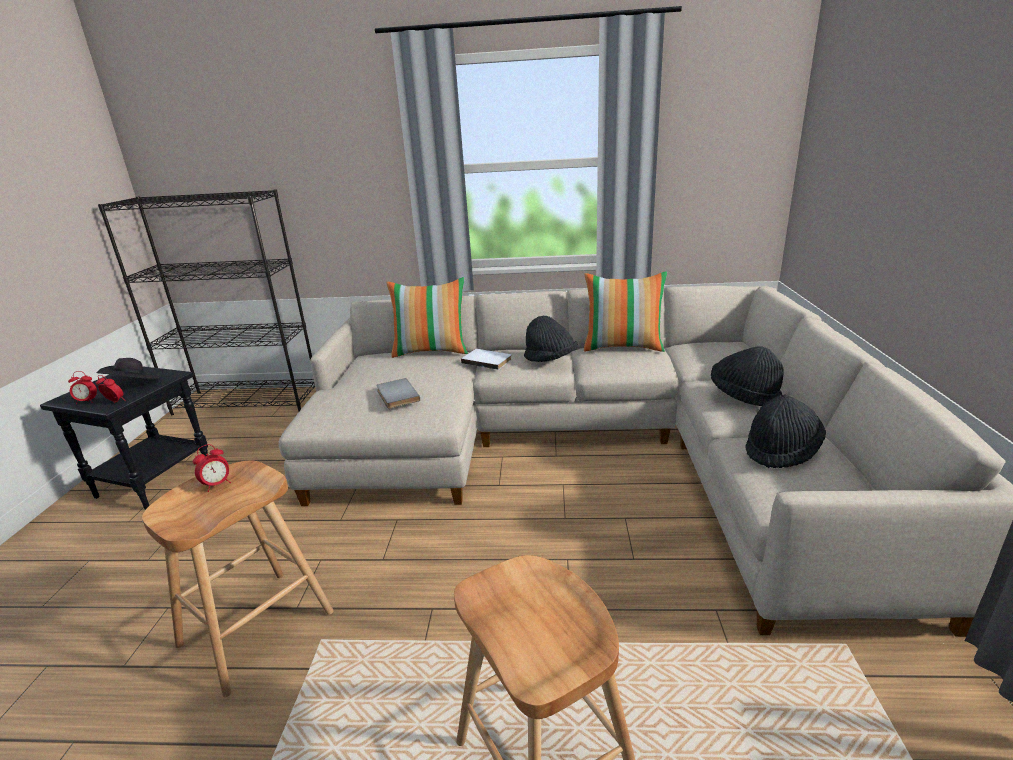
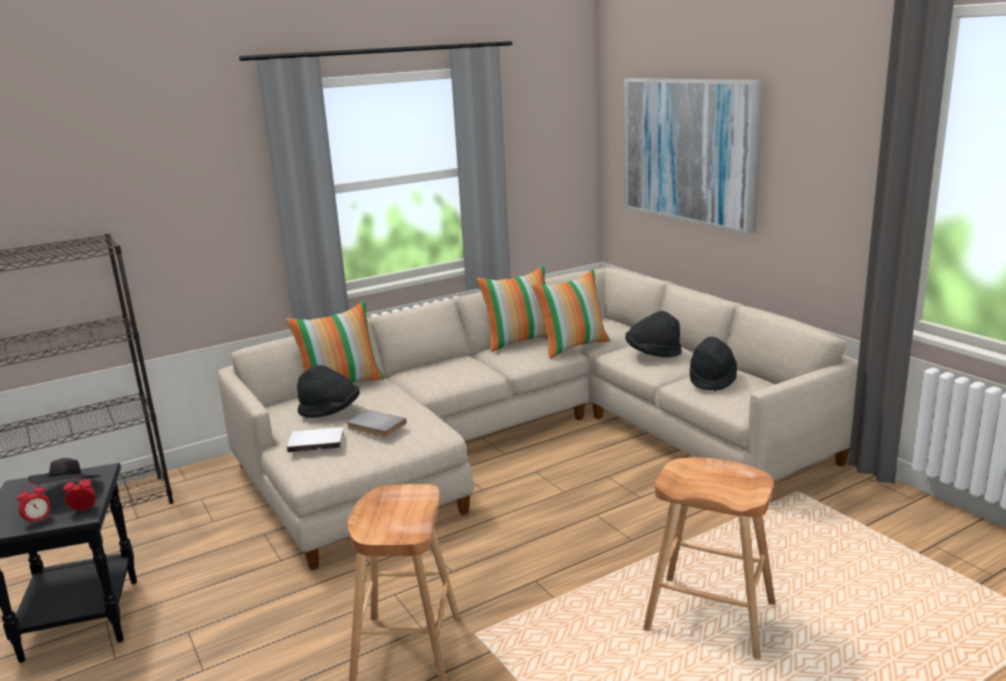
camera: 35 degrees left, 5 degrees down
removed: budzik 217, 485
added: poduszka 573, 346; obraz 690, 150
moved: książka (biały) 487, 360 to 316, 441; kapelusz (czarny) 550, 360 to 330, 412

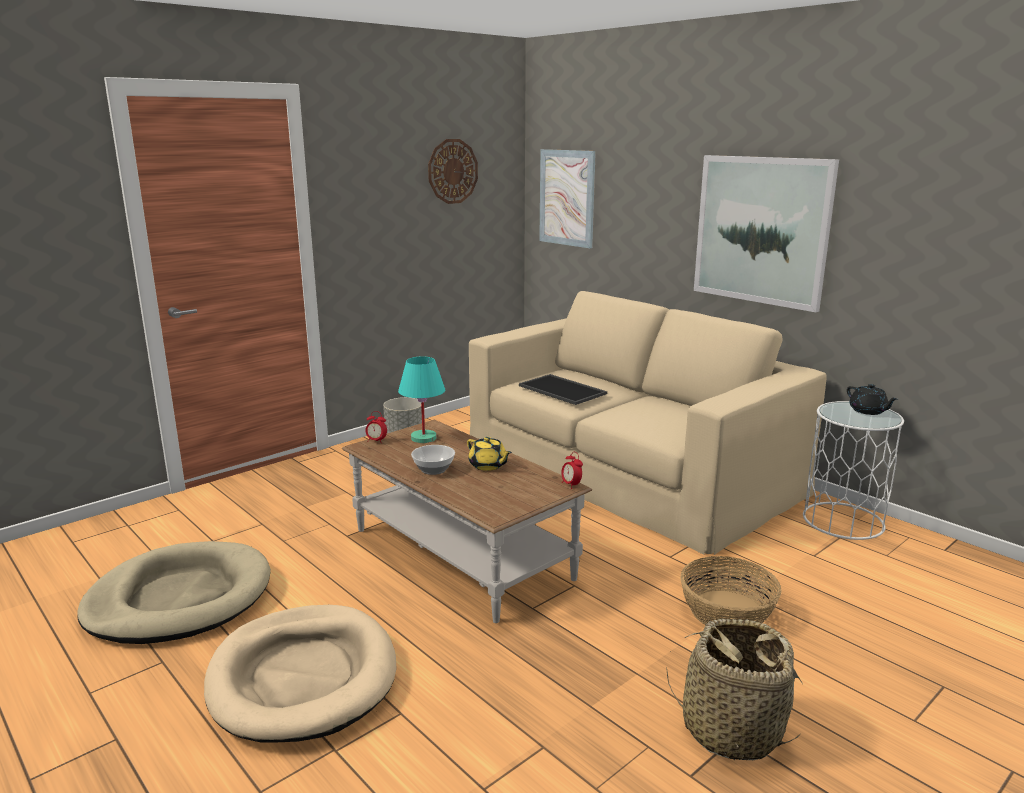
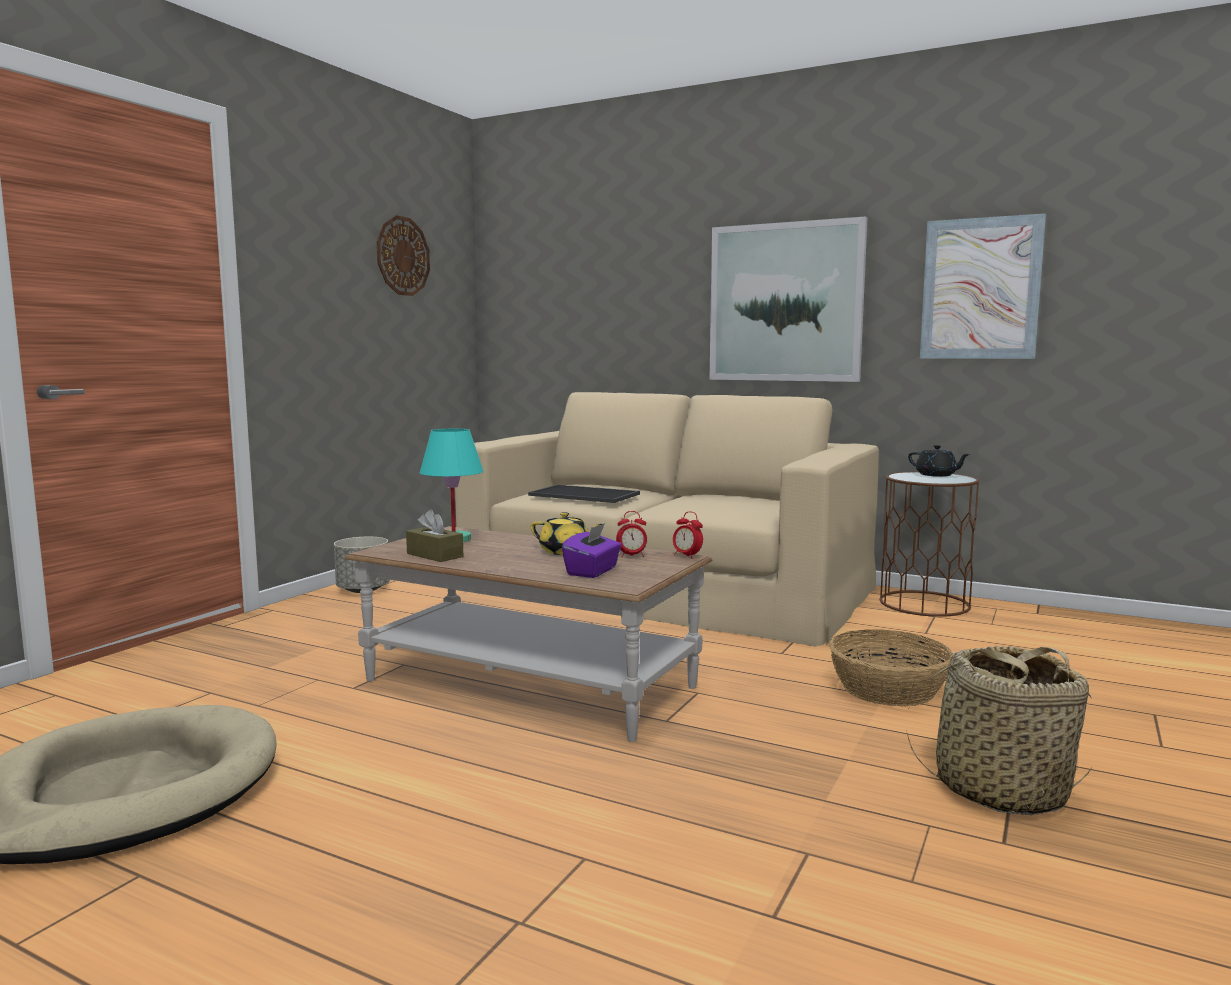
camera: 20 degrees left, 10 degrees down
removed: legowisko (beżowy) 303, 677; miska 433, 470
added: pudełko chusteczek (brązowy) 435, 555; pudełko chusteczek (fioletowy) 592, 571
moved: budzik 376, 441 to 632, 556; obraz 567, 198 to 980, 289
recoloured: stolik (biały) 843, 521 to stolik (brązowy) 924, 603

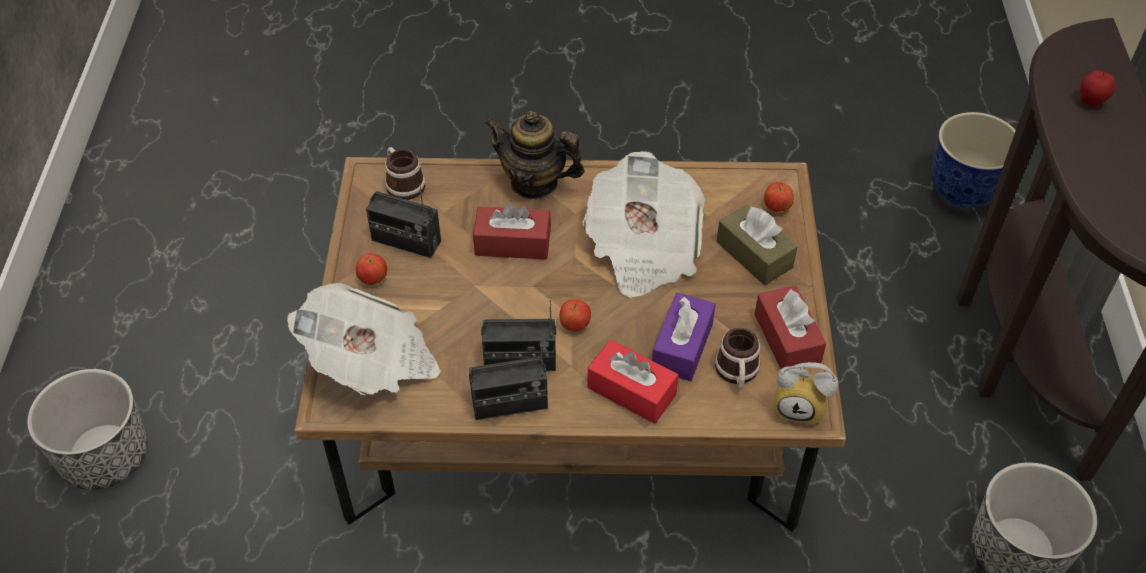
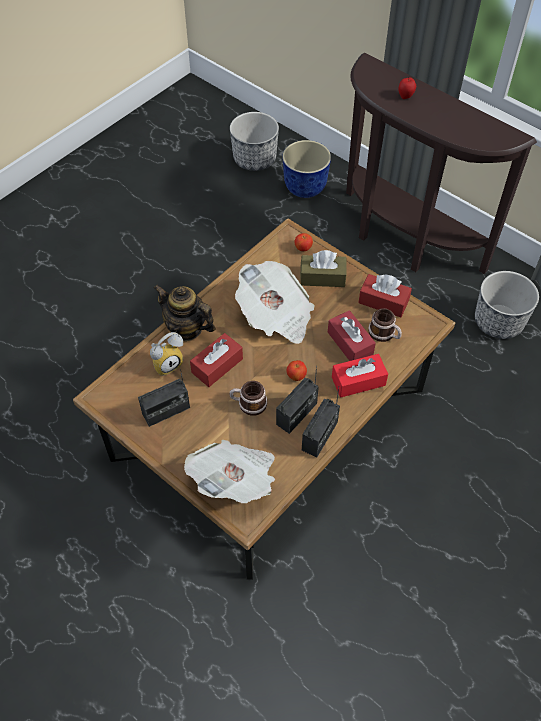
camera: 50 degrees left, 5 degrees up
removed: jabłko 373, 279
moved: budzik 800, 407 to 167, 363; donica 105, 456 to 255, 159; kubek 403, 183 to 248, 403
recoloured: pudełko chusteczek (fioletowy) 682, 346 to pudełko chusteczek (czerwony) 350, 343
turned: imbryk 534, 183 = 186, 328 60 degrees clockwise

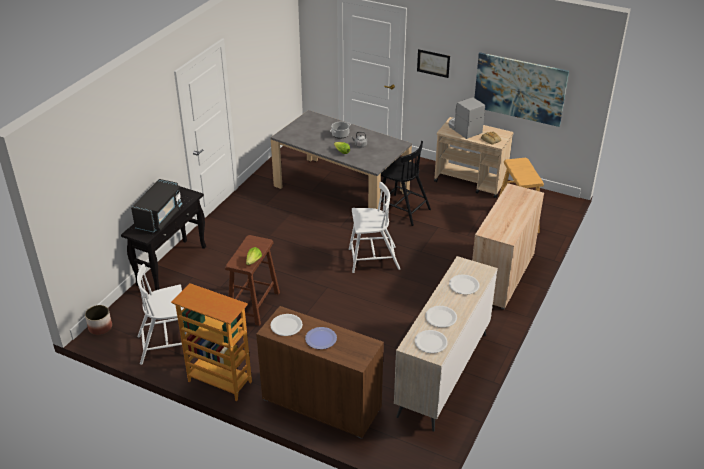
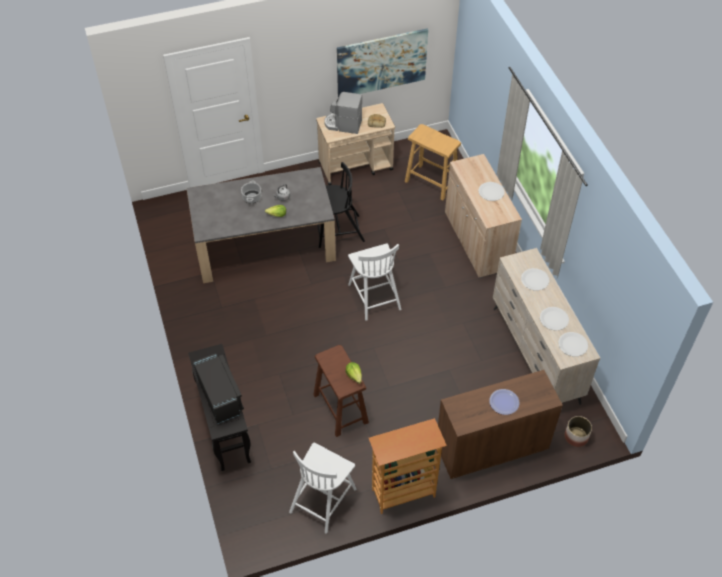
camera: 45 degrees left, 15 degrees up
removed: obraz 433, 63
moved: talerz (biały) 286, 325 to 491, 192; donica 100, 327 to 576, 437
turned: krzesło (biały) 372, 259 = 374, 296 120 degrees clockwise

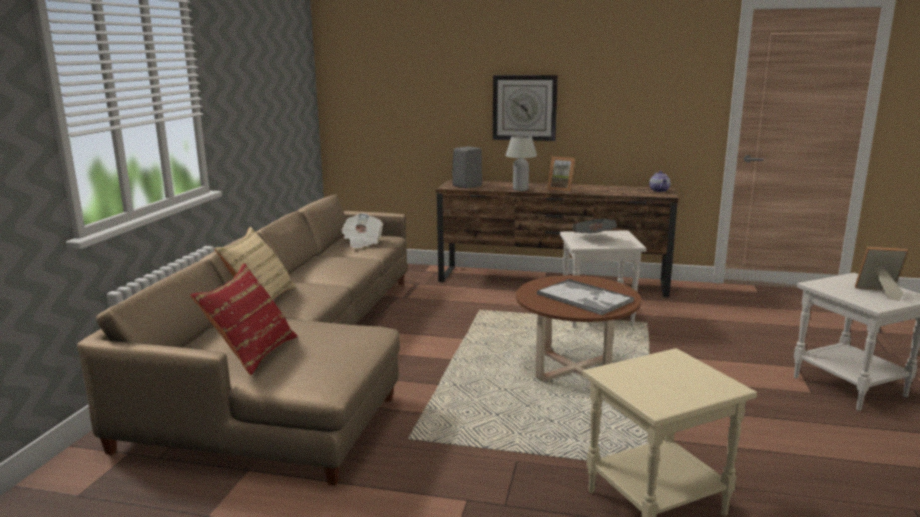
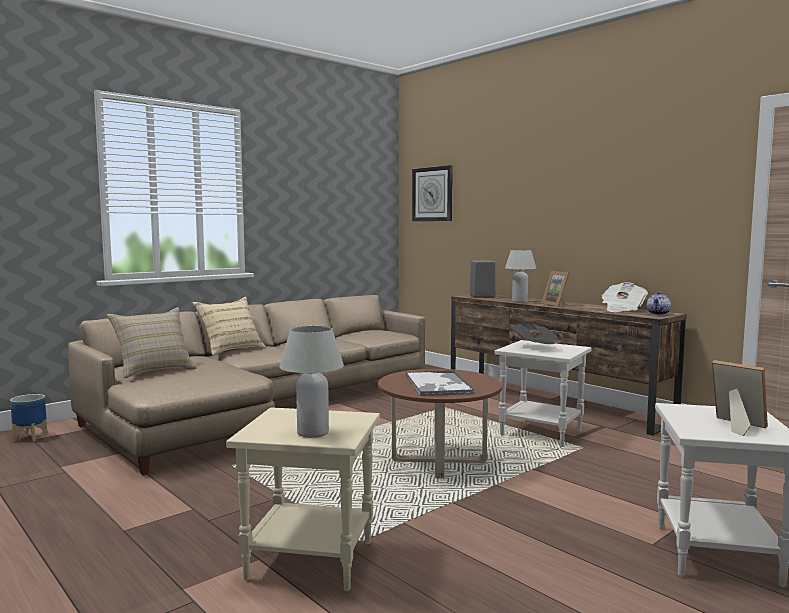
camera: 35 degrees right, 10 degrees down
added: donica 30, 437; lampa stołowa (biały) 313, 433
moved: zegar ścienny 524, 107 to 432, 194; gazeta 362, 242 to 622, 309
recoloured: poduszka (czerwony) 252, 353 to poduszka (beżowy) 154, 370

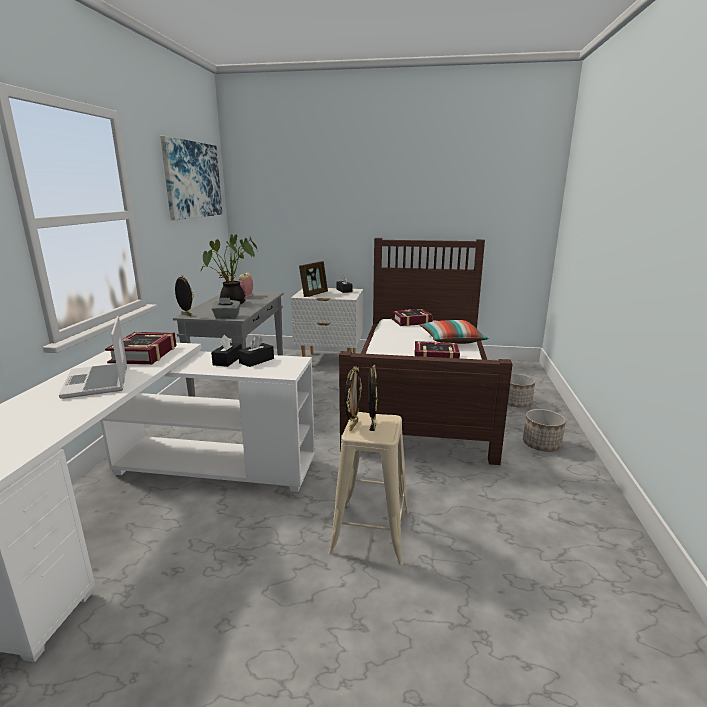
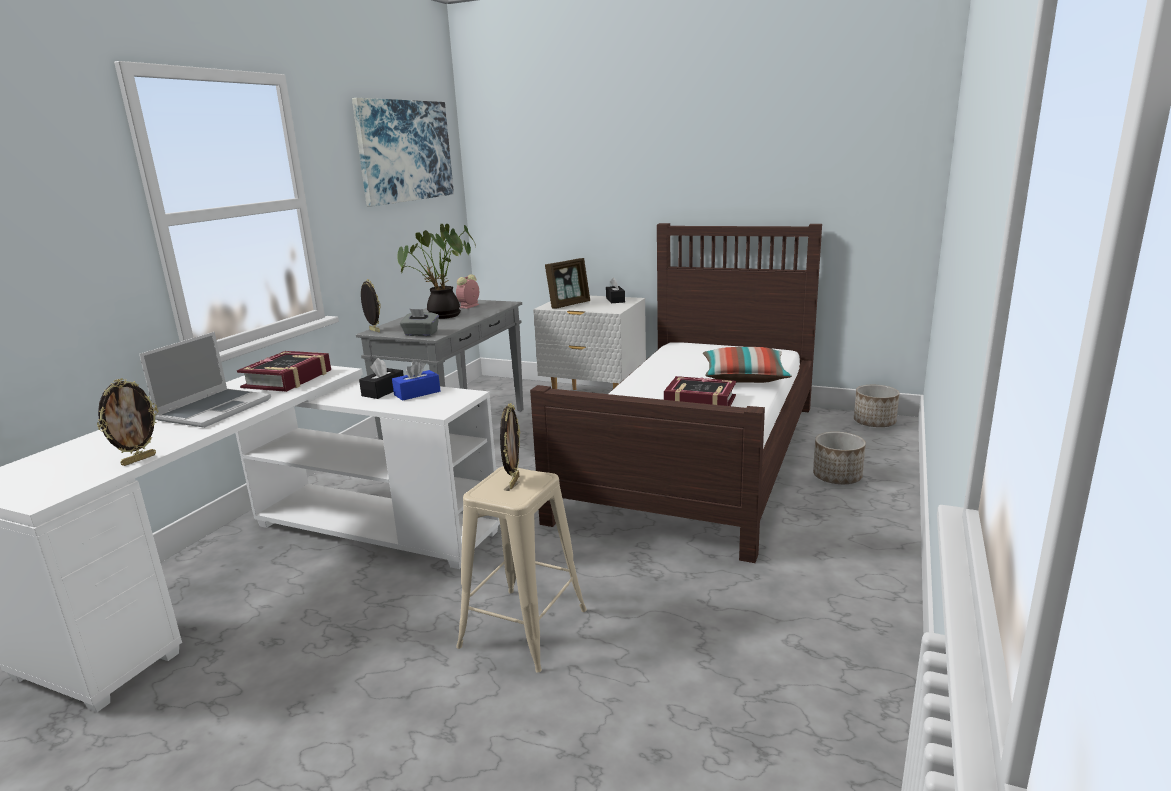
camera: 15 degrees right, 0 degrees up
removed: książka 411, 321
moved: ramka na zdjęcie 353, 425 to 138, 459; donica 541, 444 to 874, 422
recoloured: pudełko chusteczek (czarny) 256, 361 to pudełko chusteczek (niebieski) 417, 393
turned: laptop 98, 382 = 215, 409 150 degrees counterclockwise

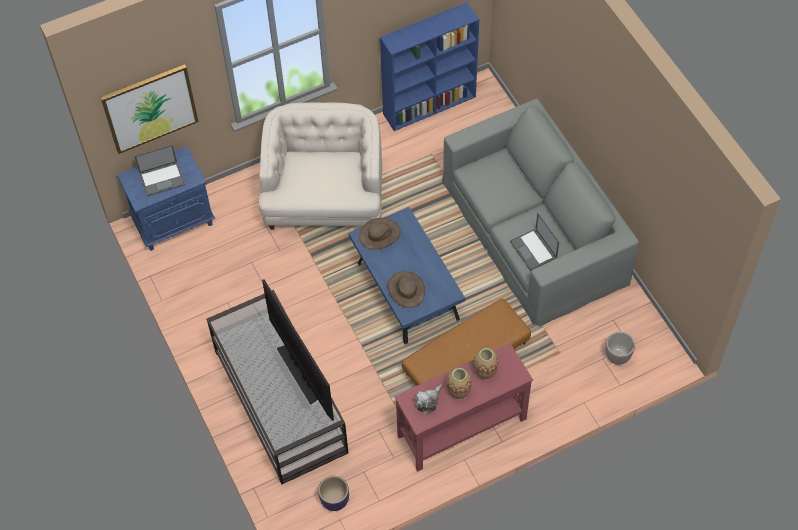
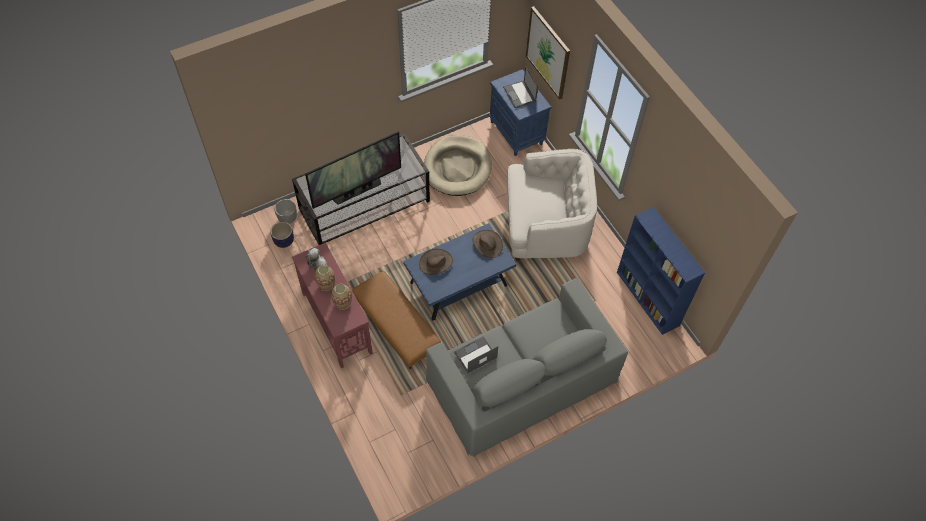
camera: 85 degrees right, 0 degrees up
added: legowisko (beżowy) 457, 168
moved: donica 617, 357 to 287, 218

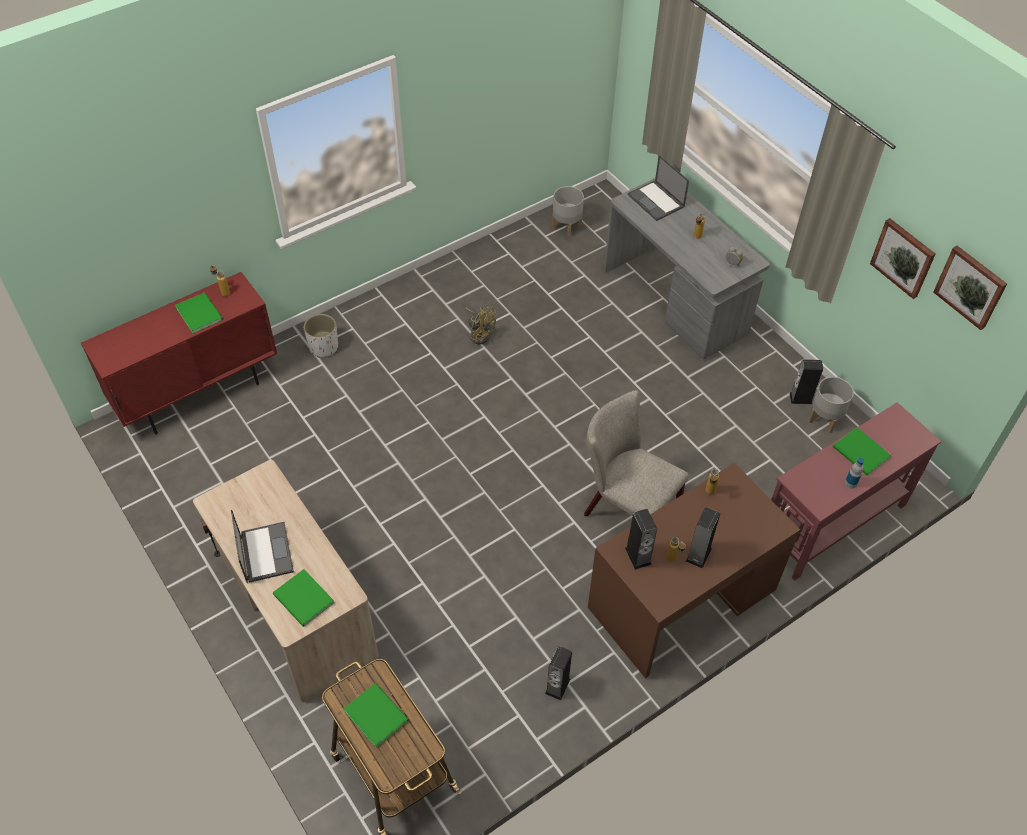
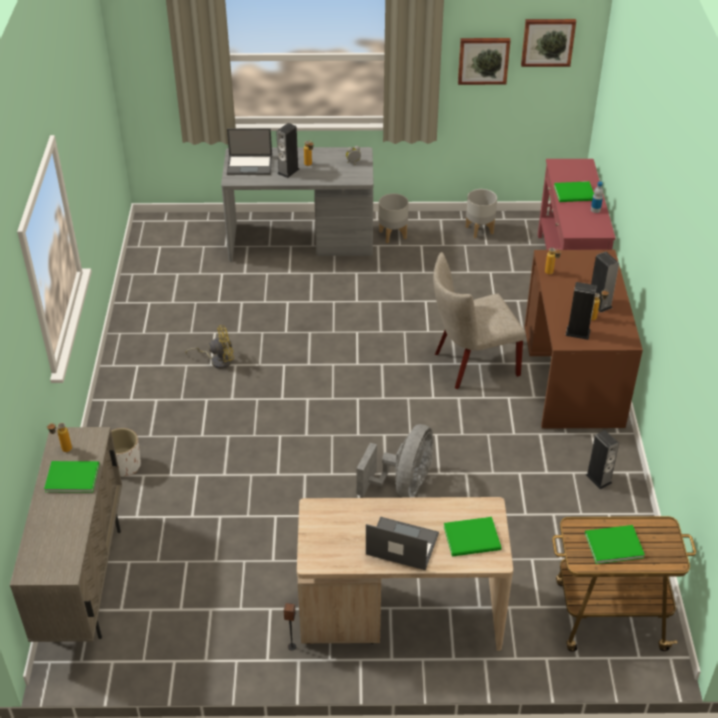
camera: 55 degrees left, 10 degrees down
added: wentylator (szary) 403, 485
moved: głośnik 800, 398 to 288, 171; donica (szary) 566, 227 to 392, 234
recoloured: szafka (czerwony) 198, 394 to szafka (beżowy) 84, 582

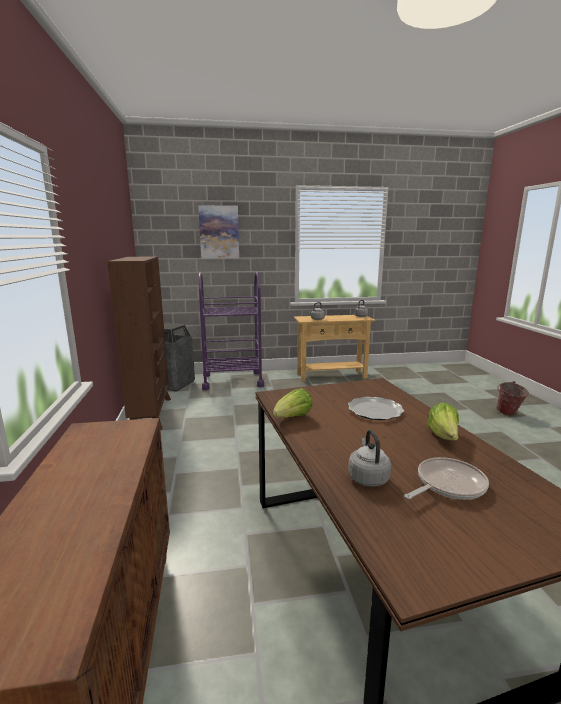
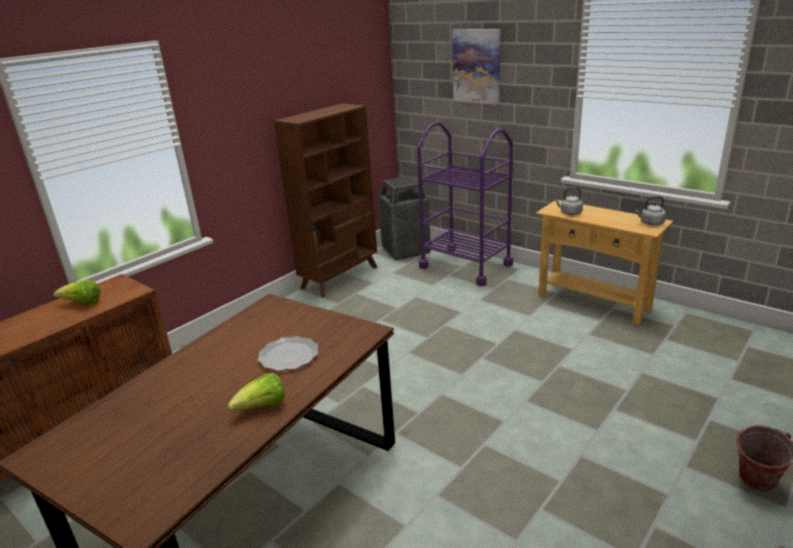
camera: 50 degrees right, 10 degrees up
removed: czajnik (szary) 367, 477; patelnia 447, 484
moved: sałata 292, 418 to 83, 304

